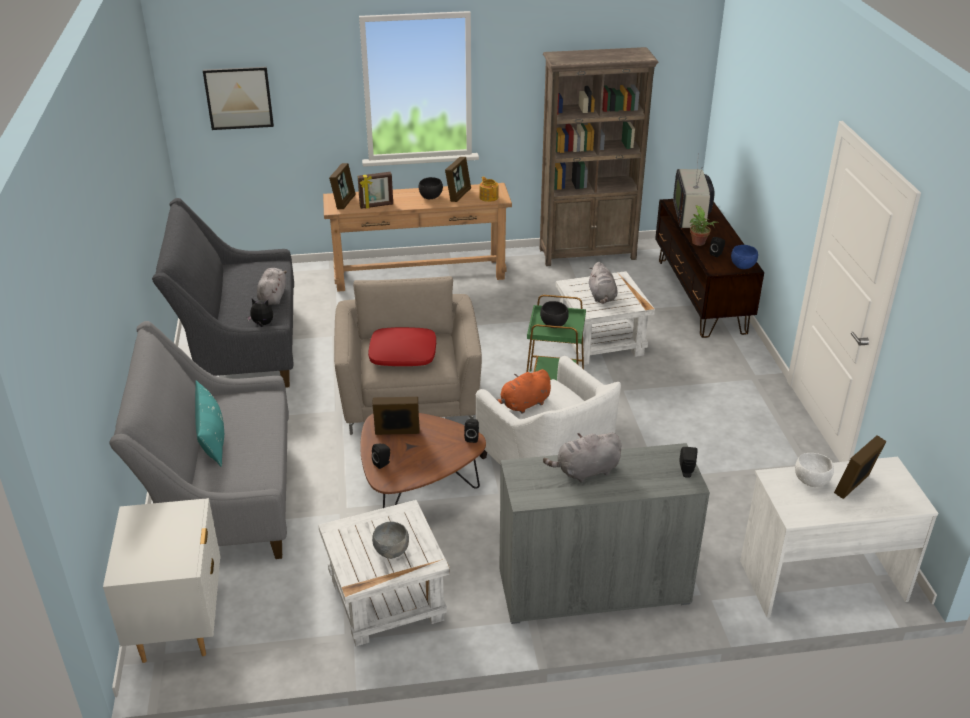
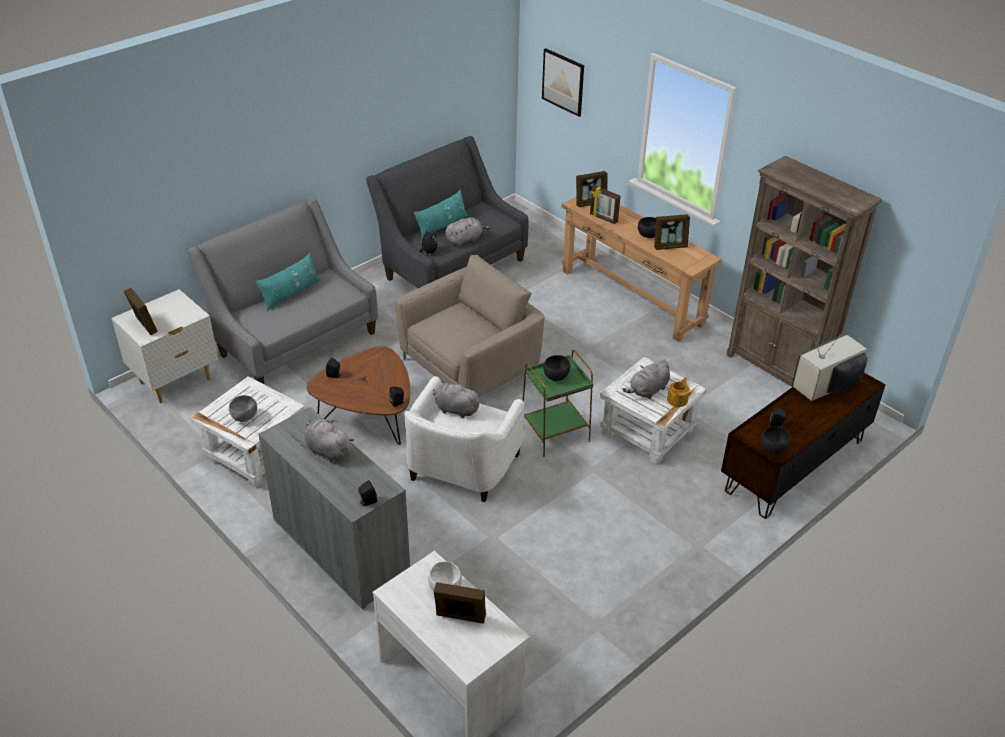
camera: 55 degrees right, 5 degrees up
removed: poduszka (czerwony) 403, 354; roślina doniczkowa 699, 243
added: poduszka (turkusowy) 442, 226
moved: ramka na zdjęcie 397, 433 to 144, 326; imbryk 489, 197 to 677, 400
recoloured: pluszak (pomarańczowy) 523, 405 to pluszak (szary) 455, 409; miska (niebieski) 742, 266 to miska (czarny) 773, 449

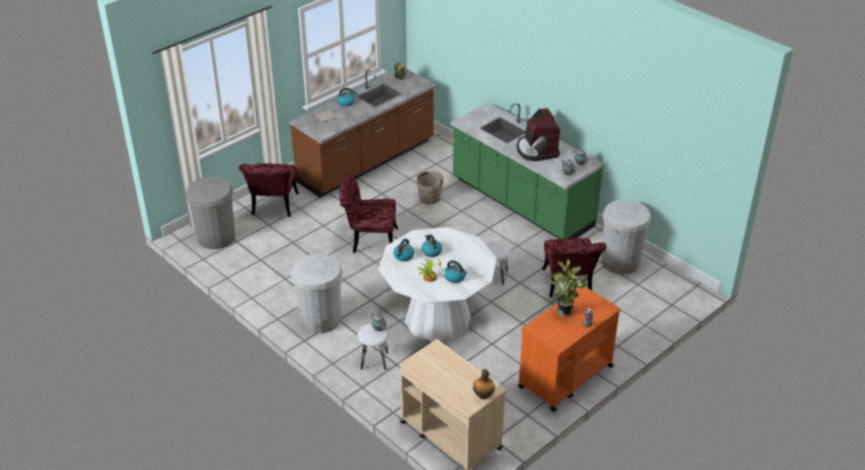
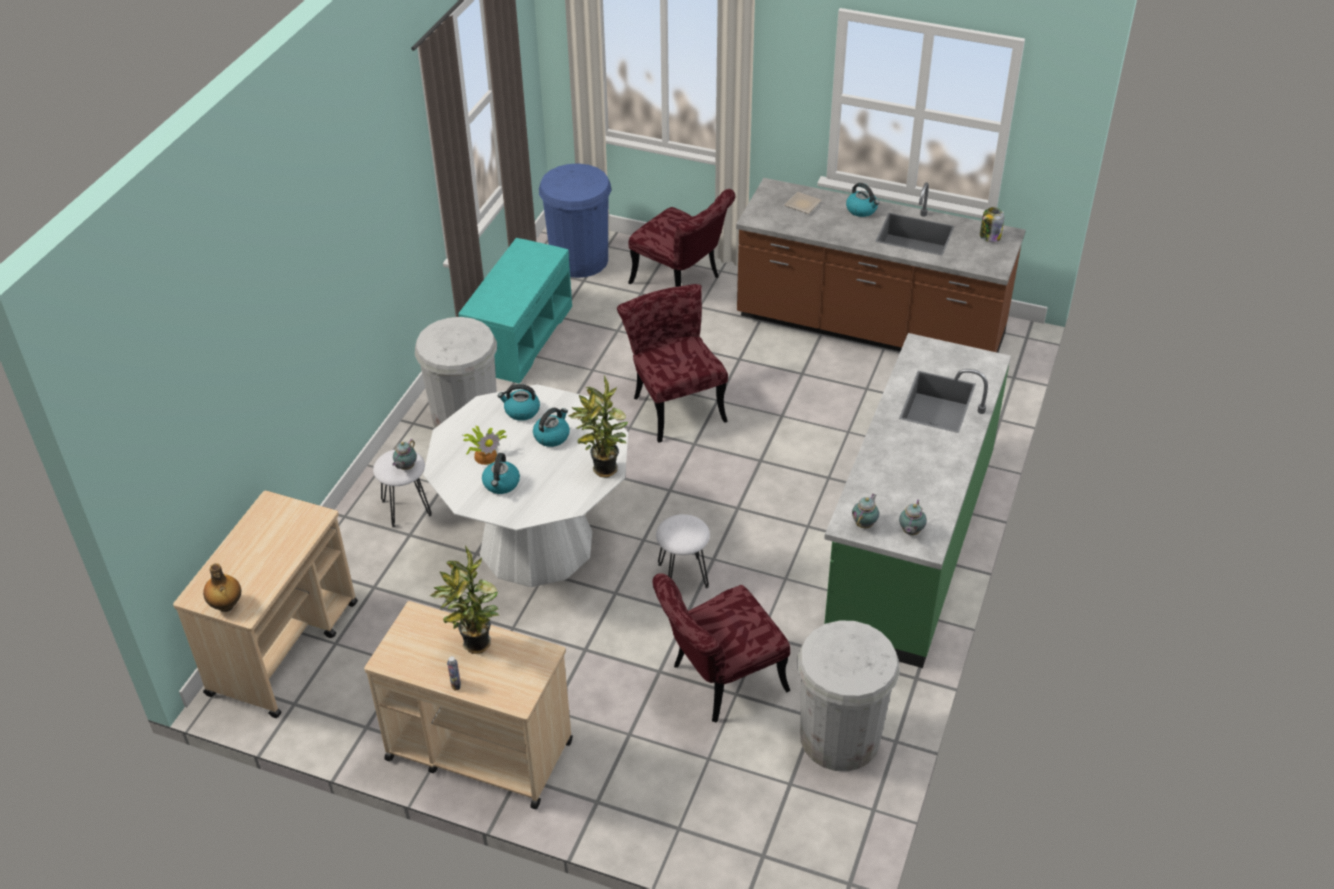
camera: 65 degrees right, 5 degrees up
removed: wiadro (brązowy) 429, 199; ekspres do kawy 537, 150
added: ławka (turkusowy) 519, 336; roślina doniczkowa 603, 471
recoloured: wózek (pomarańczowy) 565, 377 to wózek (beżowy) 478, 749; kosz na śmieci (szary) 216, 237 to kosz na śmieci (niebieski) 579, 260
turned: krzesło (czerwony) 273, 208 = 682, 283 120 degrees counterclockwise

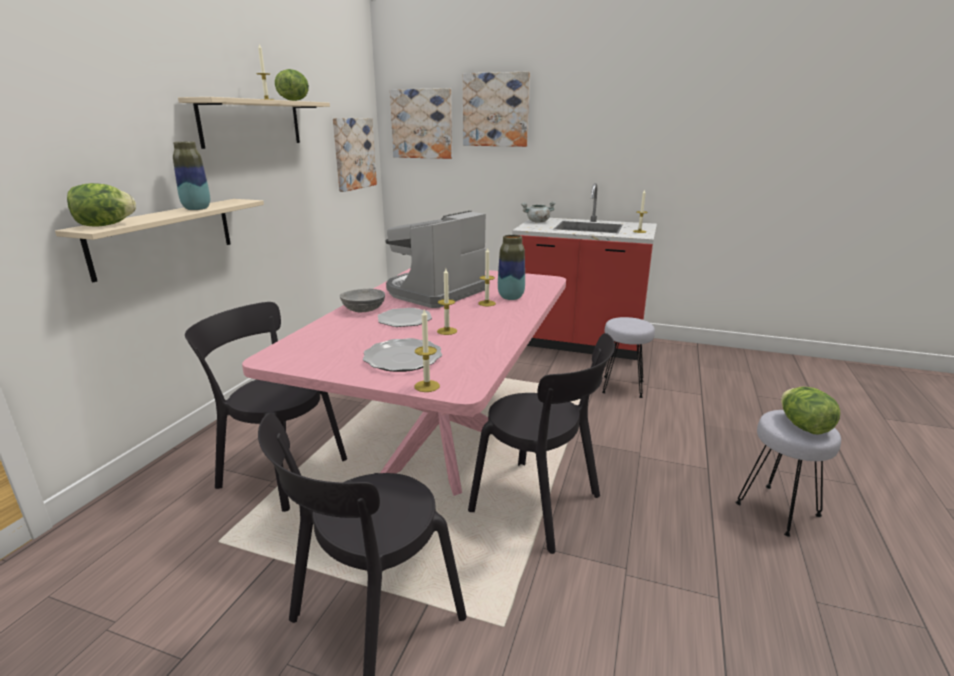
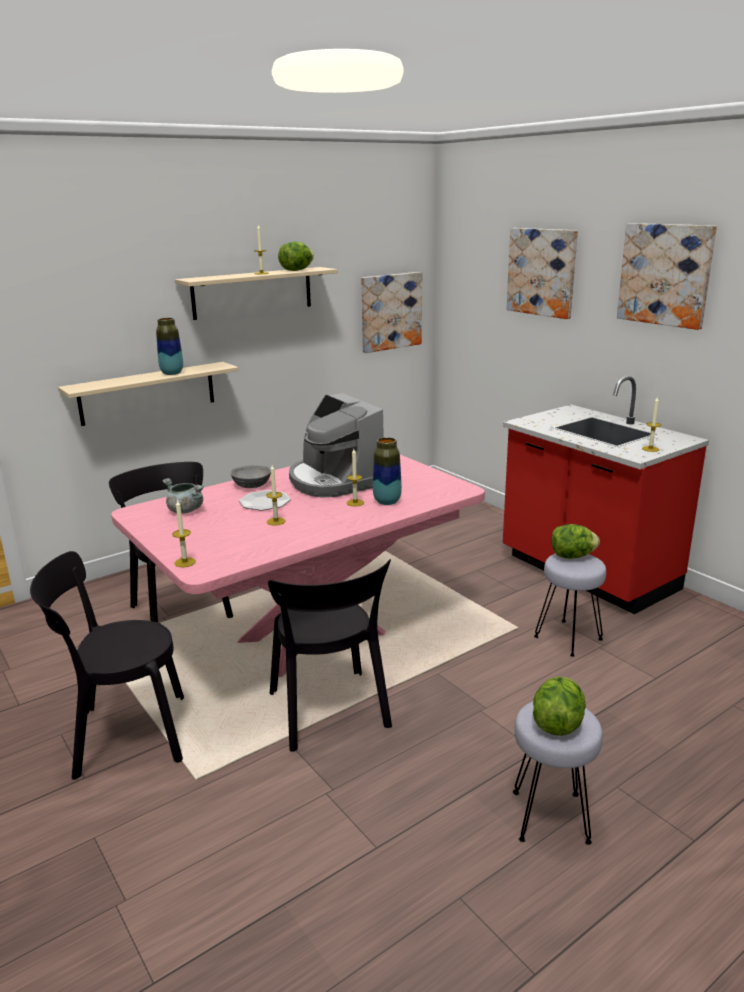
camera: 35 degrees right, 0 degrees up
removed: talerz 402, 358
moved: garnek (szary) 537, 222 to 185, 510; sałata 105, 225 to 572, 556; obraz 422, 124 to 665, 274
turned: ekspres do kawy 435, 292 = 334, 481 105 degrees counterclockwise

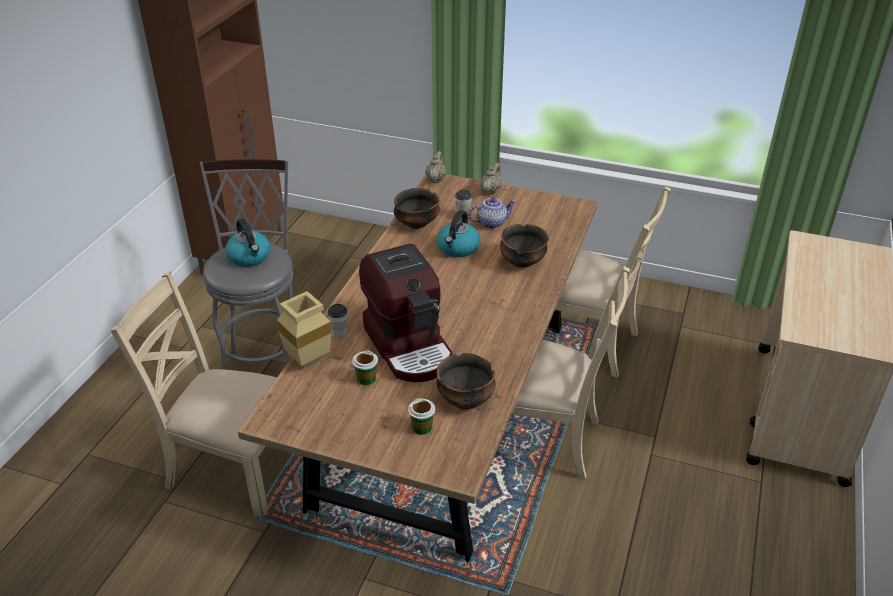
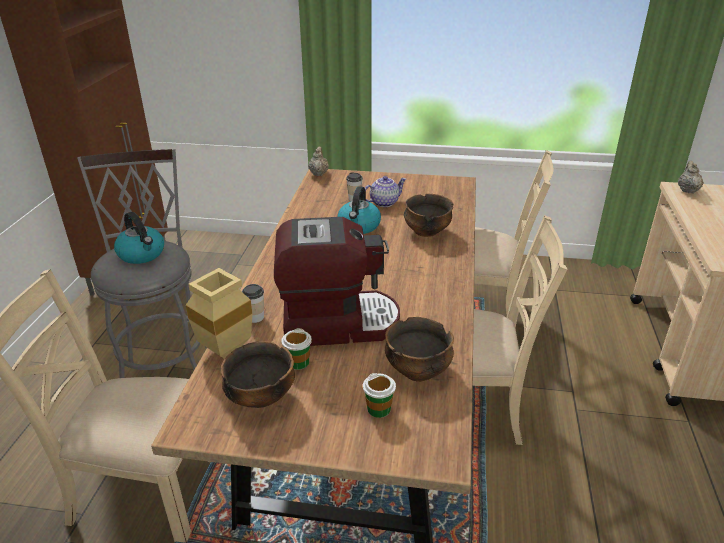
camera: 10 degrees left, 5 degrees down
moved: miska 416, 224 to 260, 397; imbryk (beżowy) 490, 191 to 687, 190
turned: ekspres do kawy 409, 346 = 337, 322 60 degrees counterclockwise

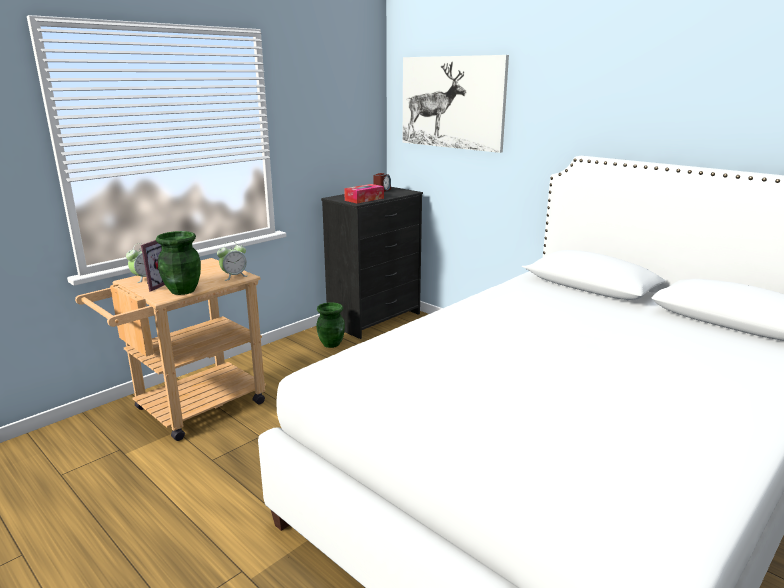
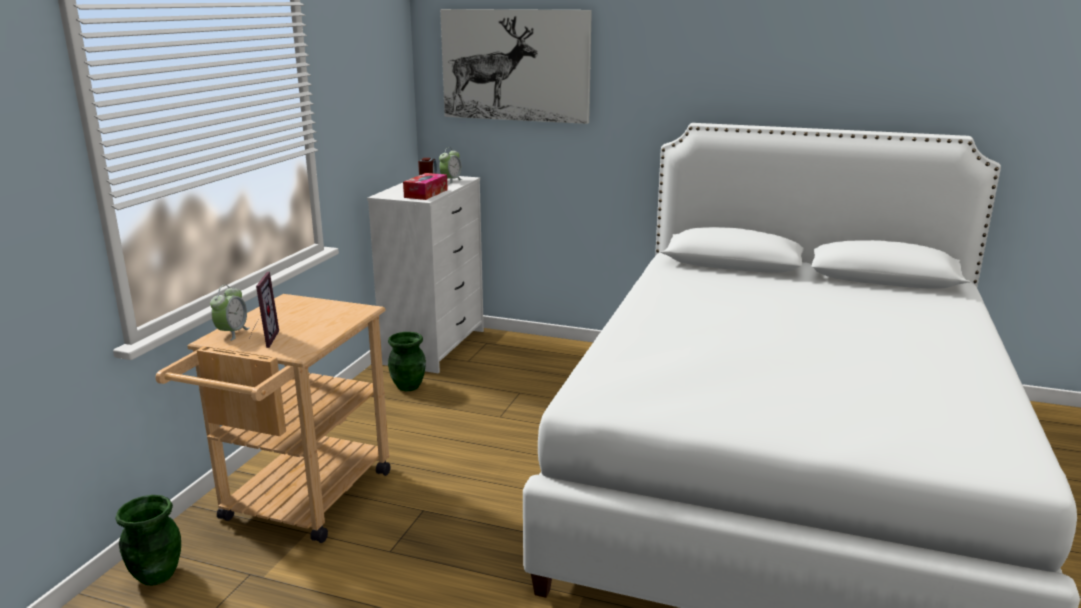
camera: 25 degrees left, 0 degrees up
moved: wazon (zielony) 182, 290 to 156, 575; budzik 234, 276 to 451, 180
recoloured: komoda (czarny) 375, 319 to komoda (biały) 435, 347

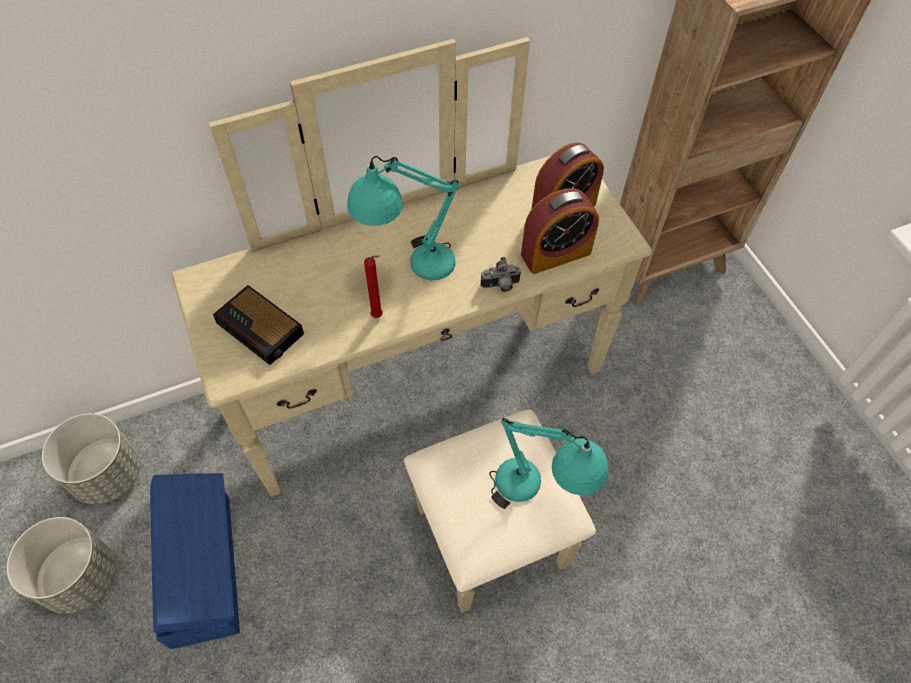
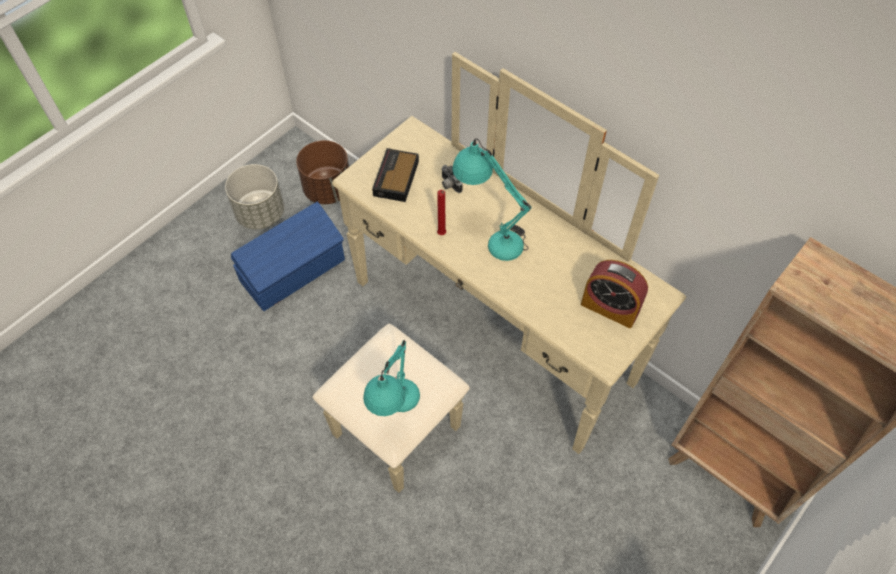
camera: 65 degrees right, 0 degrees up
removed: budzik 555, 253
moved: aparat fotograficzny 500, 286 to 449, 185
recoloured: donica (szary) 107, 474 to donica (brązowy) 328, 189

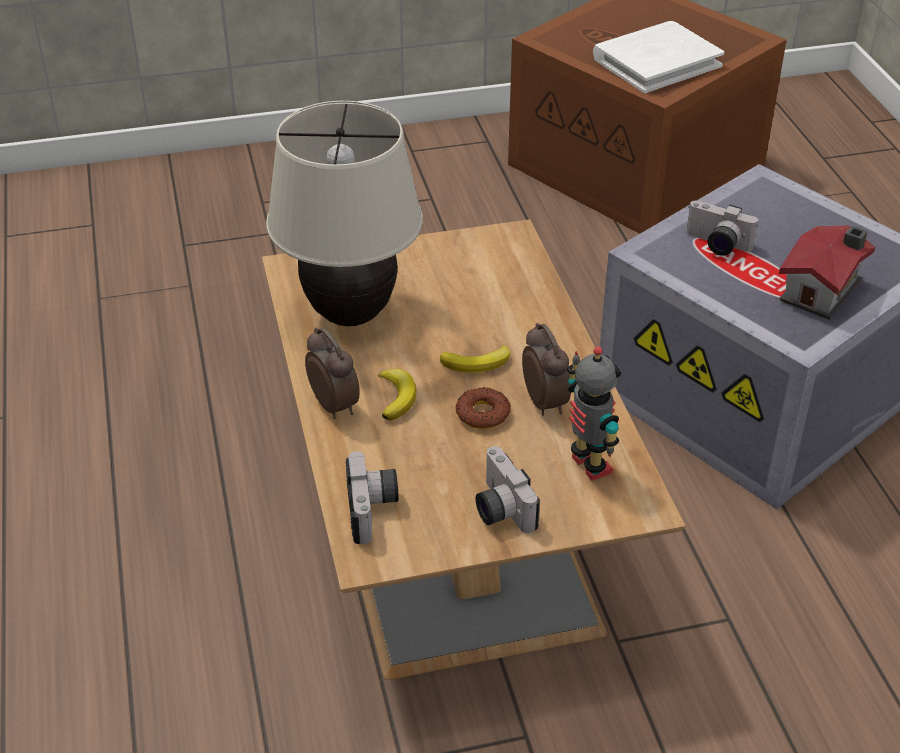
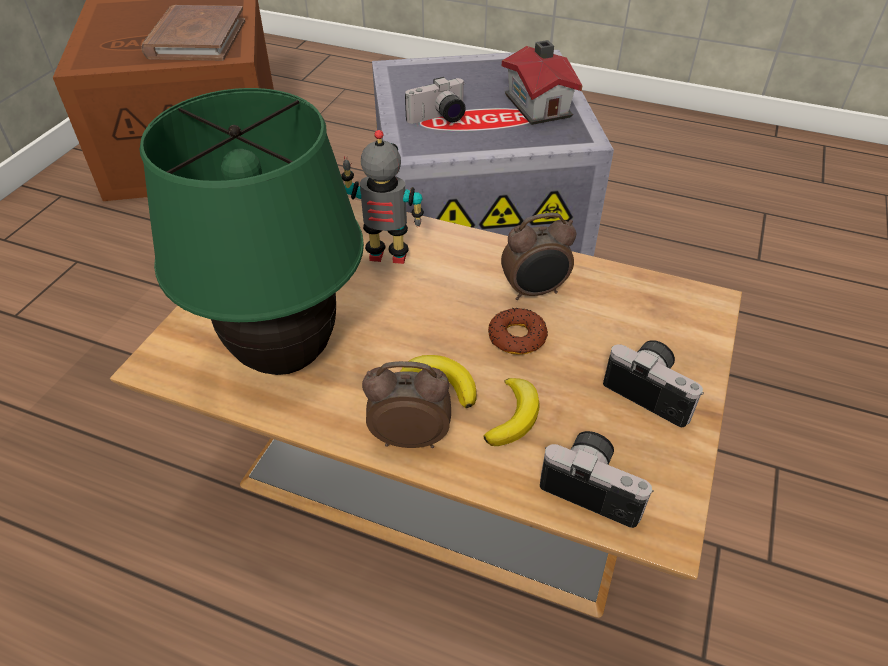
camera: 55 degrees left, 5 degrees up
moved: robot zabawkowy 588, 466 to 388, 257; banan 477, 363 to 513, 416
recoloured: lampa stołowa (beżowy) 351, 314 to lampa stołowa (zielony) 285, 355; książka (biały) 656, 62 to książka (brązowy) 196, 39
turned: budzik 545, 402 = 535, 291 150 degrees clockwise; aparat fotograficzny 499, 508 = 652, 390 150 degrees counterclockwise

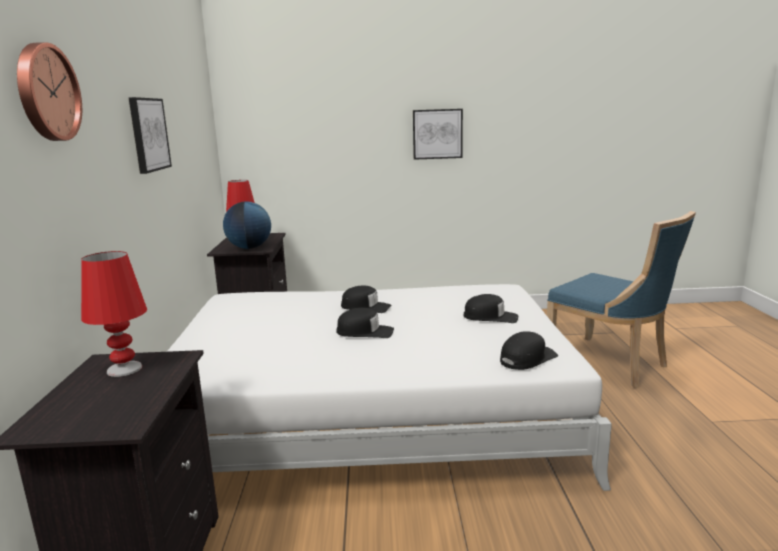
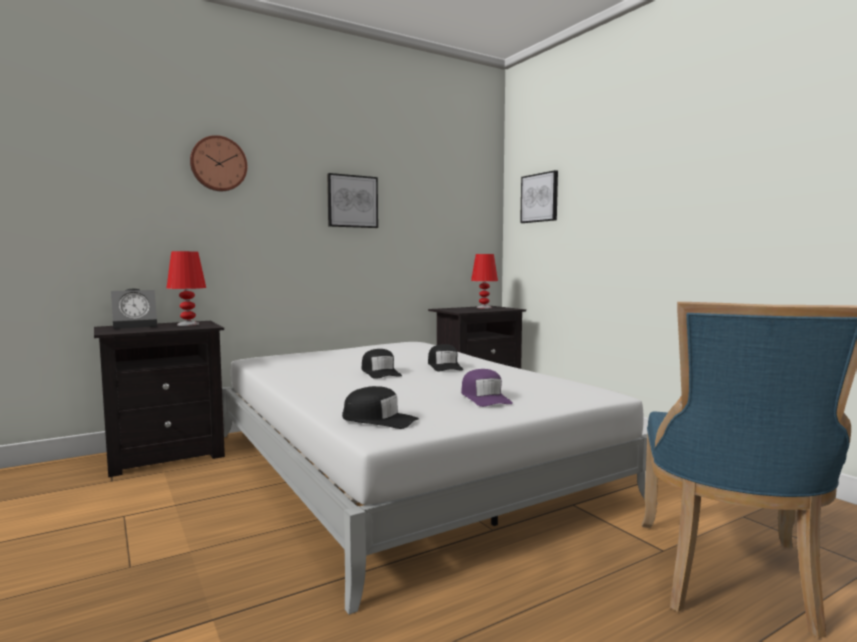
camera: 60 degrees right, 10 degrees down
removed: globus 249, 248
added: budzik 136, 326
moved: obraz 437, 134 to 540, 198
recoloured: czapka z daszkiem (czarny) 490, 317 to czapka z daszkiem (fioletowy) 485, 398

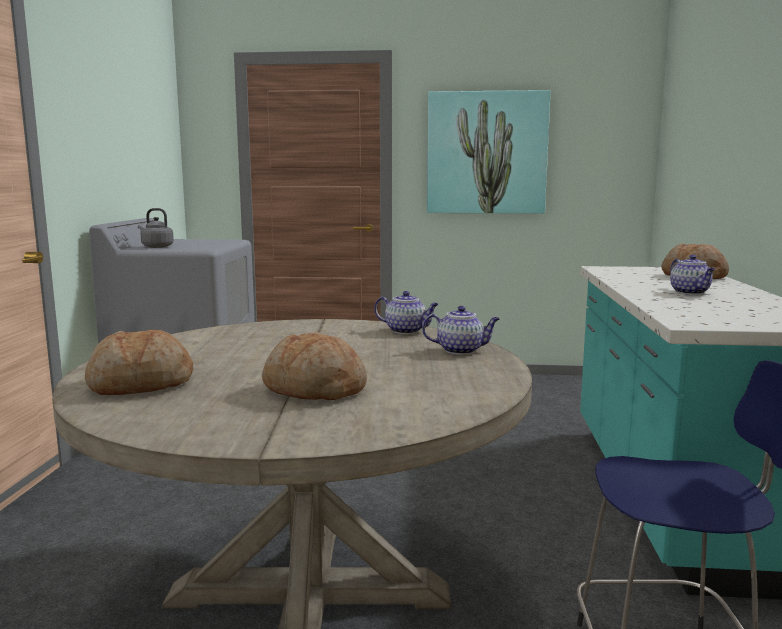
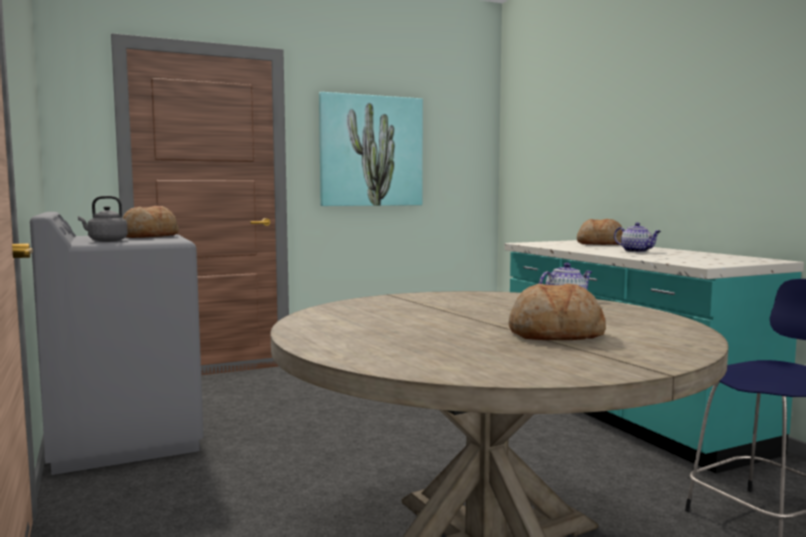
camera: 30 degrees left, 5 degrees down
removed: imbryk 407, 331
moved: chleb 140, 384 to 149, 236

